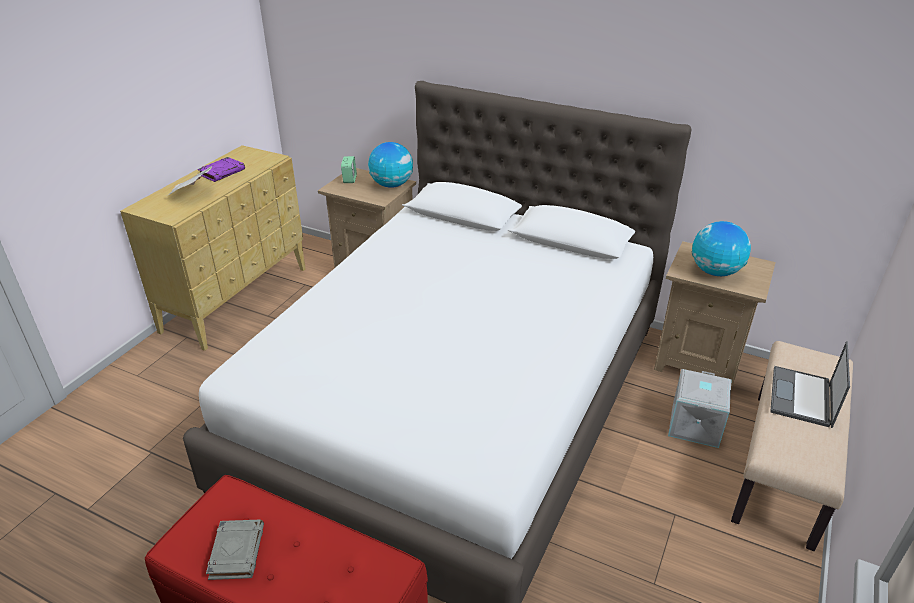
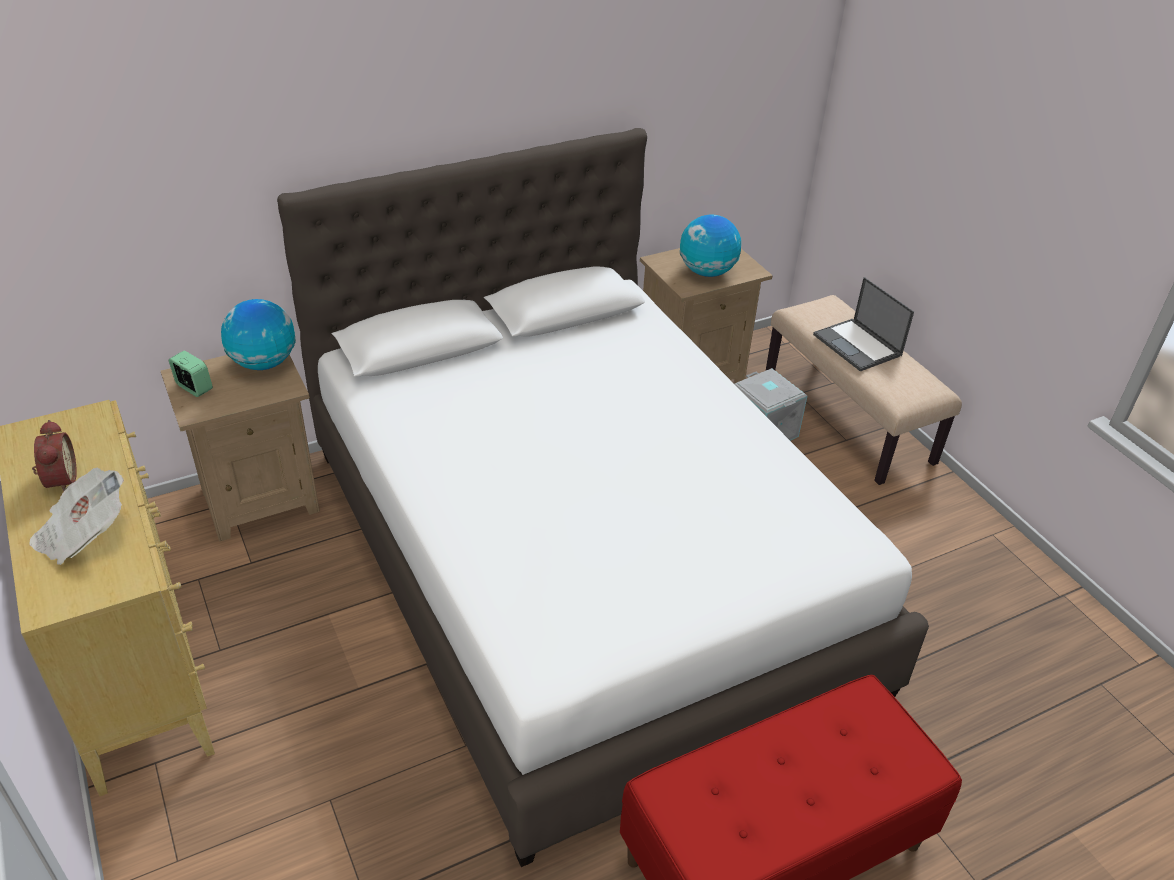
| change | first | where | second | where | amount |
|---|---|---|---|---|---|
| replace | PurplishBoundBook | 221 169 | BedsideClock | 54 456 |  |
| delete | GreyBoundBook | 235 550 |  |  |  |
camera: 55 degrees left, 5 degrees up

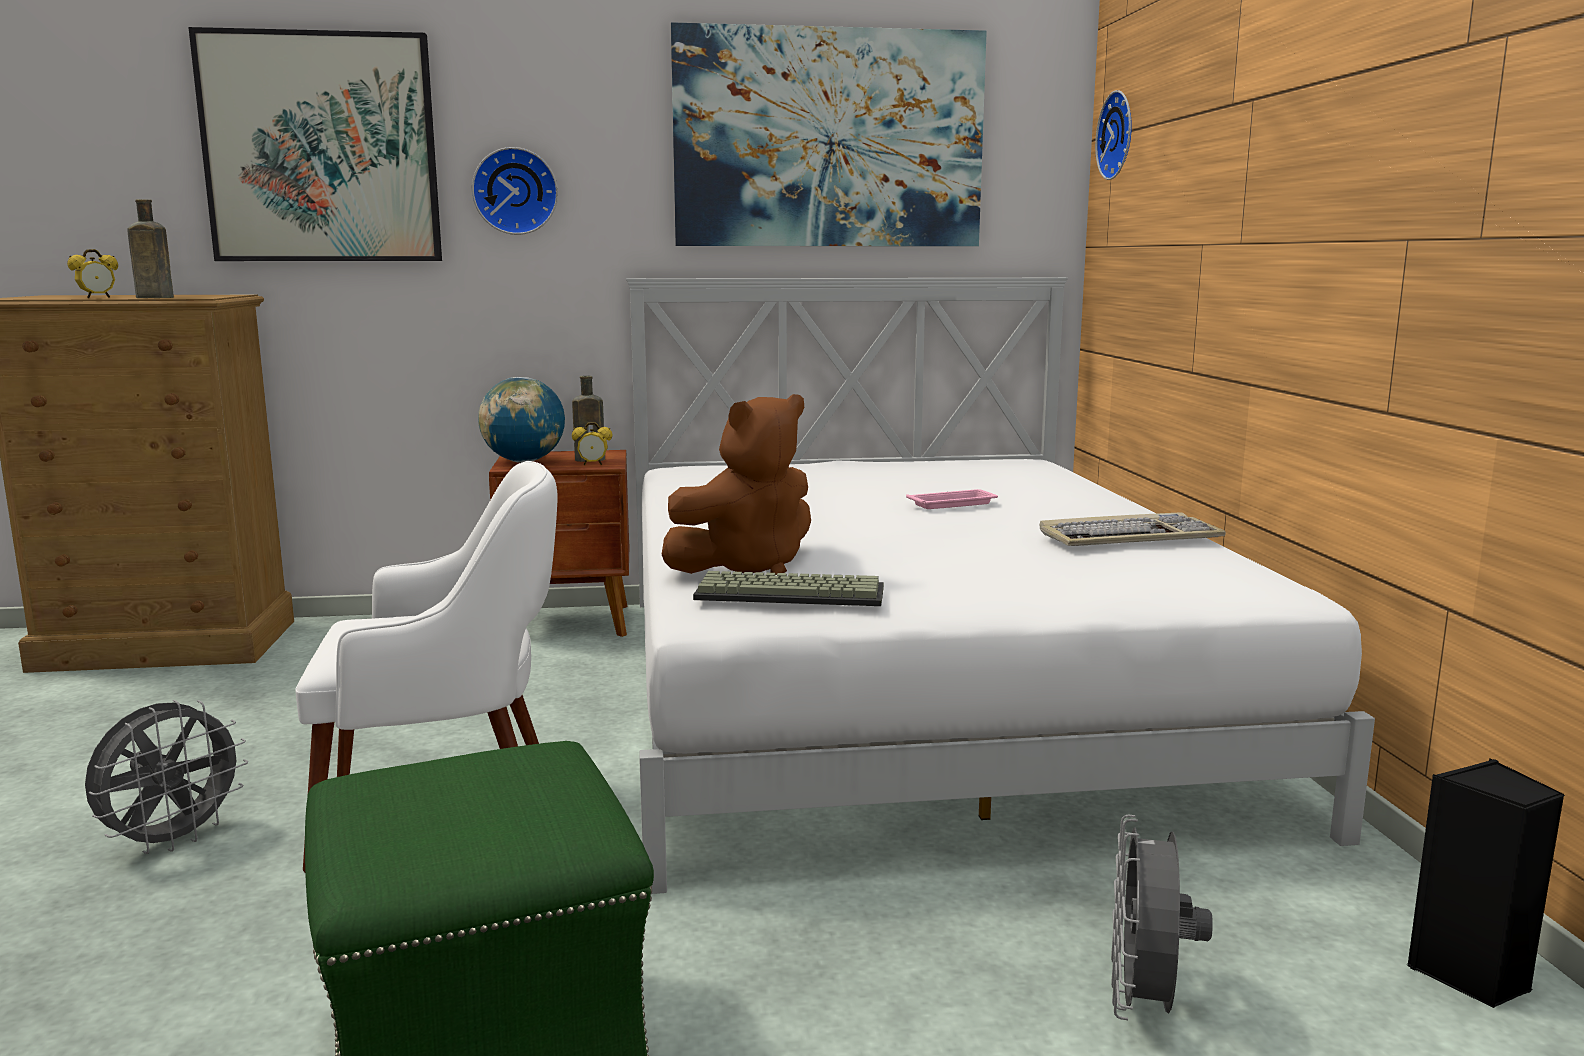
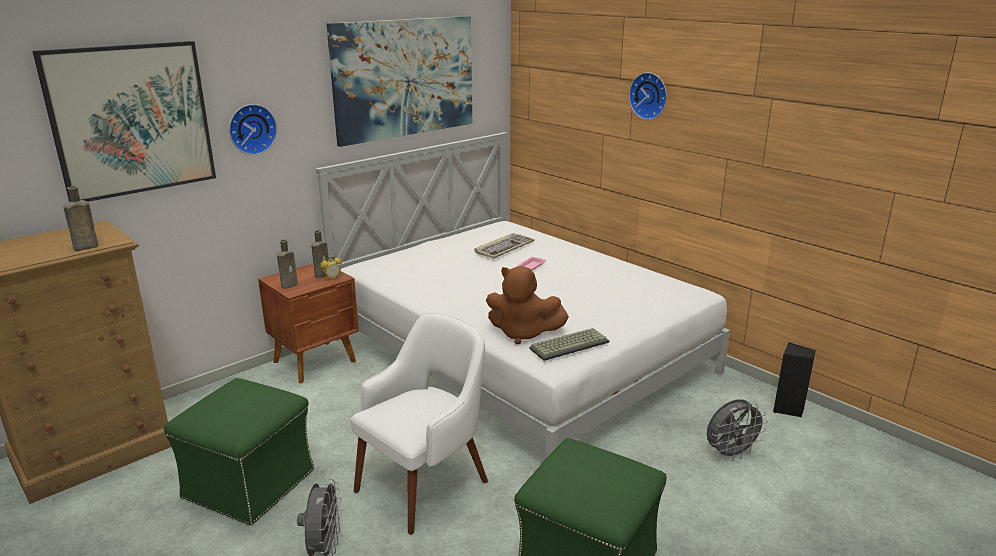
| change | first | where | second | where | amount |
|---|---|---|---|---|---|
| delete | BedsideClock | 92 273 |  |  |  |
| replace | WorldGlobe | 521 420 | BrownColouredBeverageBottle | 287 264 |  |
| rotate | BrownColouredCuddlyToy | 736 484 |  | 527 305 | 90 degrees clockwise |
| move | ComputerKeyboard | 1133 529 |  | 504 246 |  |
| move | ClockOnTheWall | 1113 135 |  | 648 96 |  |
| rotate | GreyFan | 1162 917 |  | 737 430 | 90 degrees counterclockwise |
| insert |  |  | GreenishFootrest | 239 451 |  |
camera: 35 degrees left, 10 degrees up

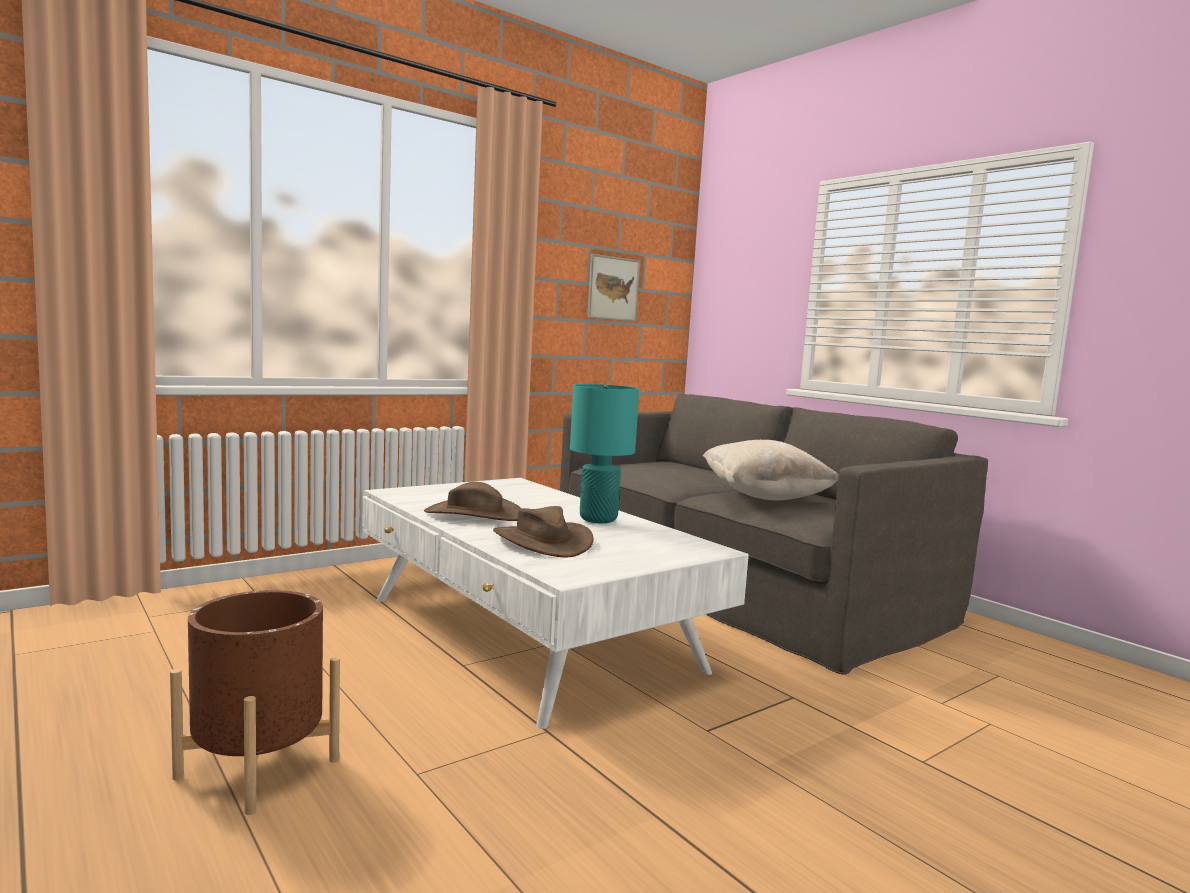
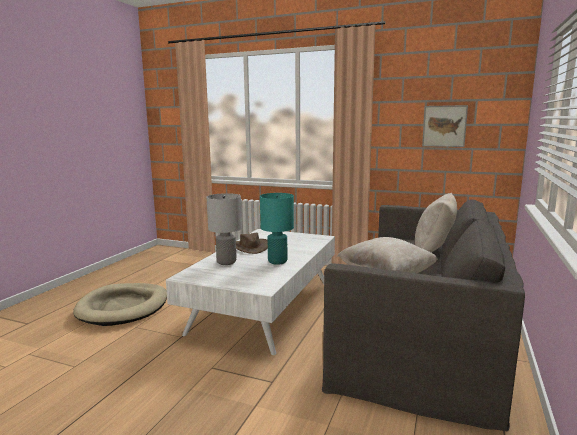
| change | first | where | second | where | amount |
|---|---|---|---|---|---|
| replace | BrownColouredPlantPot | 255 702 | SandColouredPetBed | 120 304 |  |
| replace | BrownColouredWearableHat | 543 531 | GreyLampForATable | 224 229 |  |
| insert |  |  | SandColouredPillow | 436 222 |  |
camera: 60 degrees right, 5 degrees up

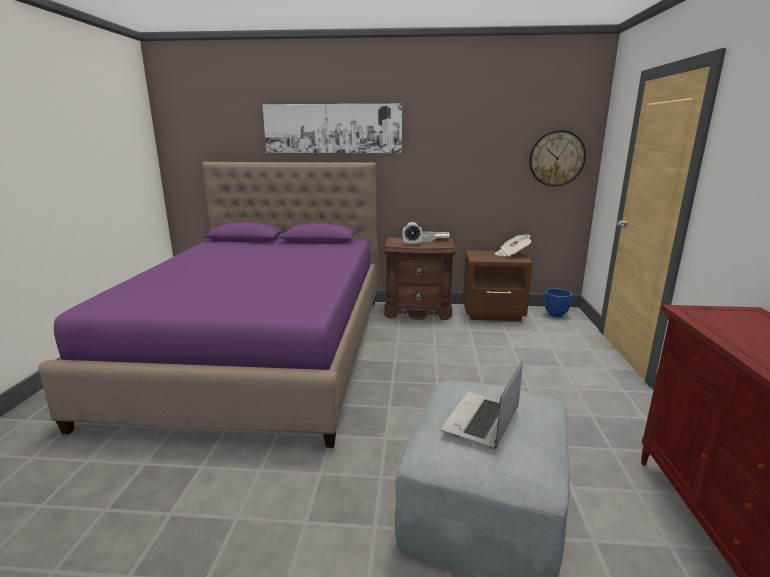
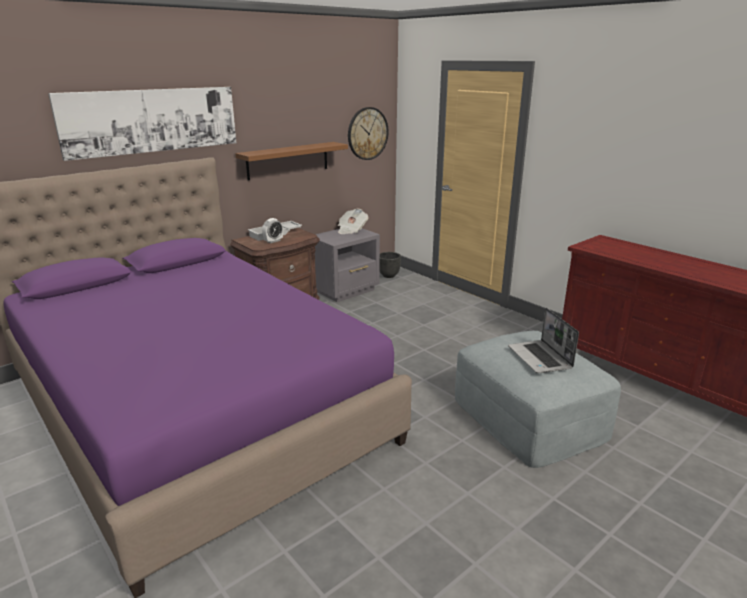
| change | first | where | second | where | amount |
|---|---|---|---|---|---|
| recolor | BrownColouredNightstand | 498 286 | GreyNightstand | 347 265 |  |
| recolor | BluePlantPot | 558 302 | BlackishPlantPot | 390 265 |  |
| insert |  |  | BrownColouredWallShelf | 291 161 |  |
camera: 45 degrees left, 5 degrees up

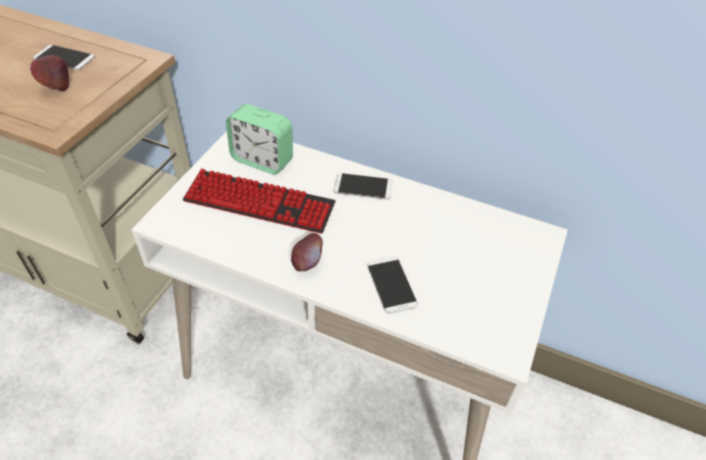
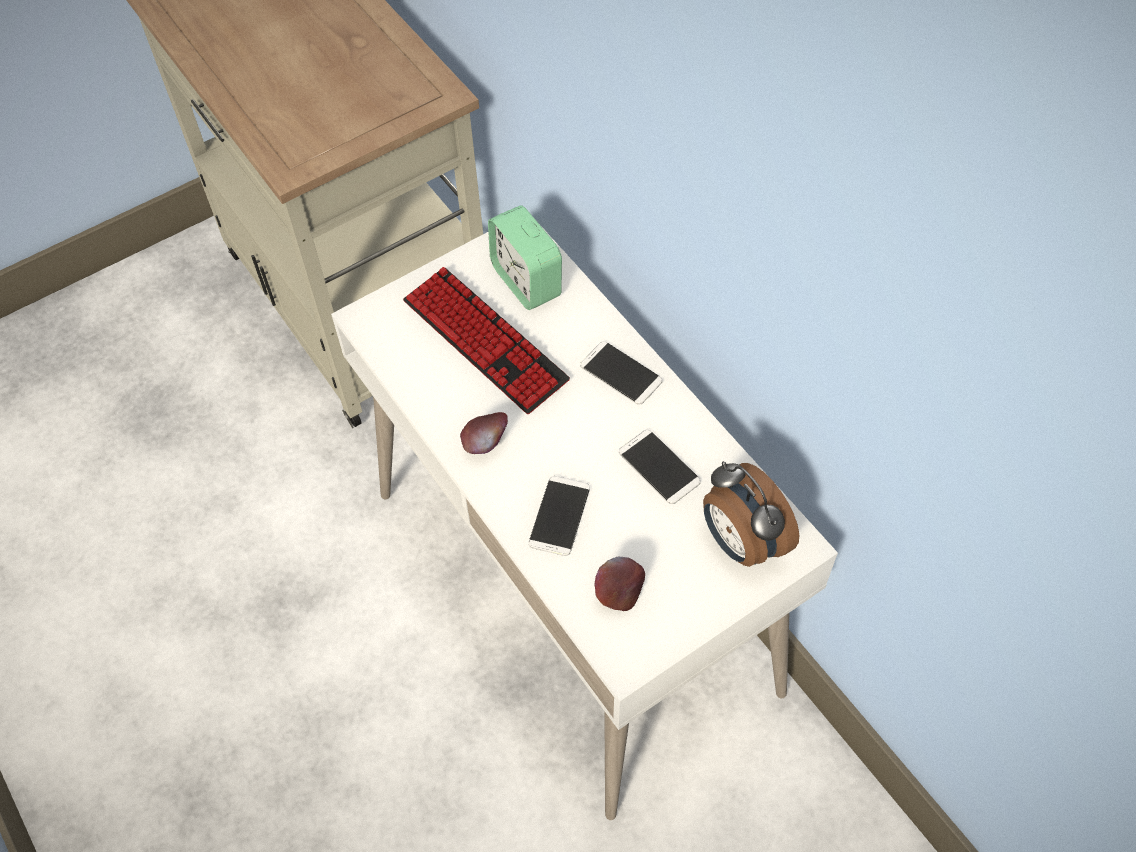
| change | first | where | second | where | amount |
|---|---|---|---|---|---|
| move | WholeApple | 49 73 |  | 620 584 |  |
| move | Handset | 64 57 |  | 660 467 |  |
| insert |  |  | BedsideClock | 751 514 |  |
camera: 35 degrees right, 10 degrees up

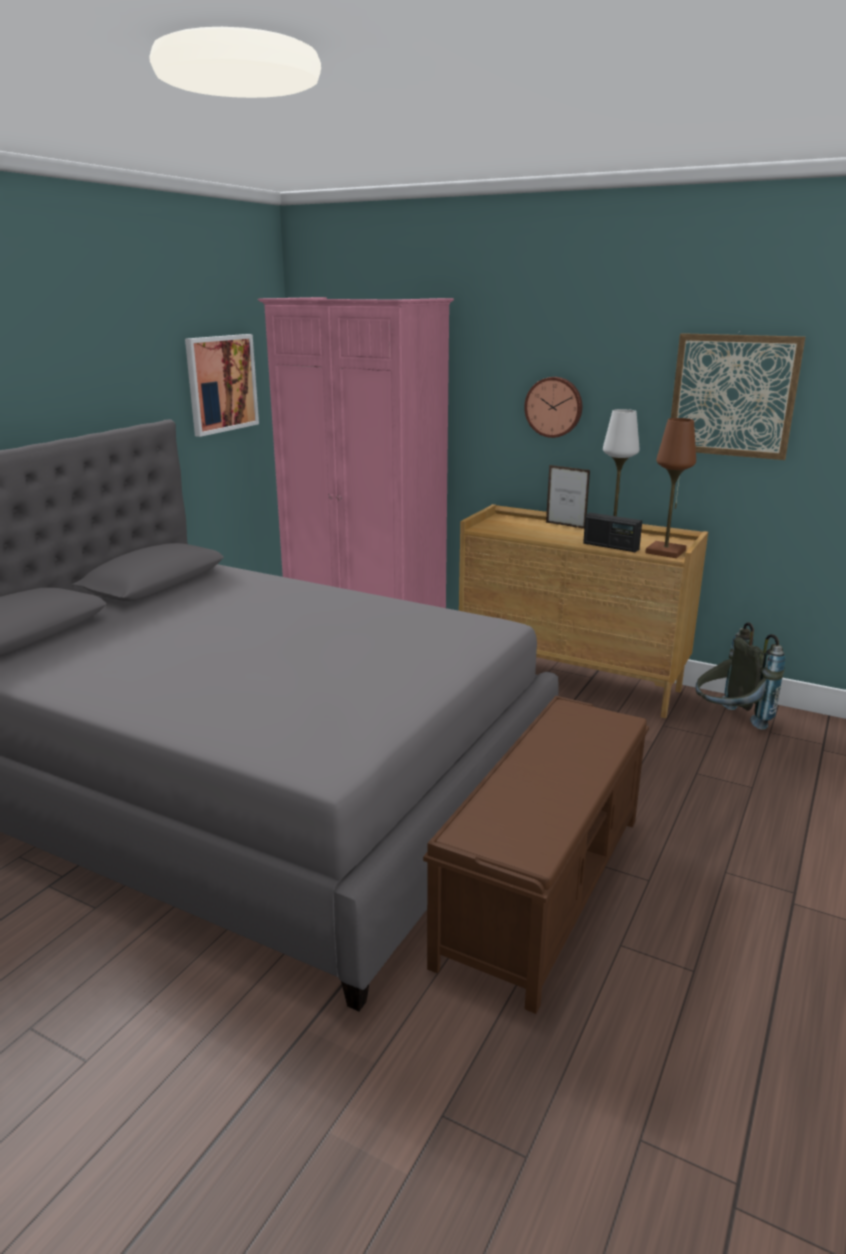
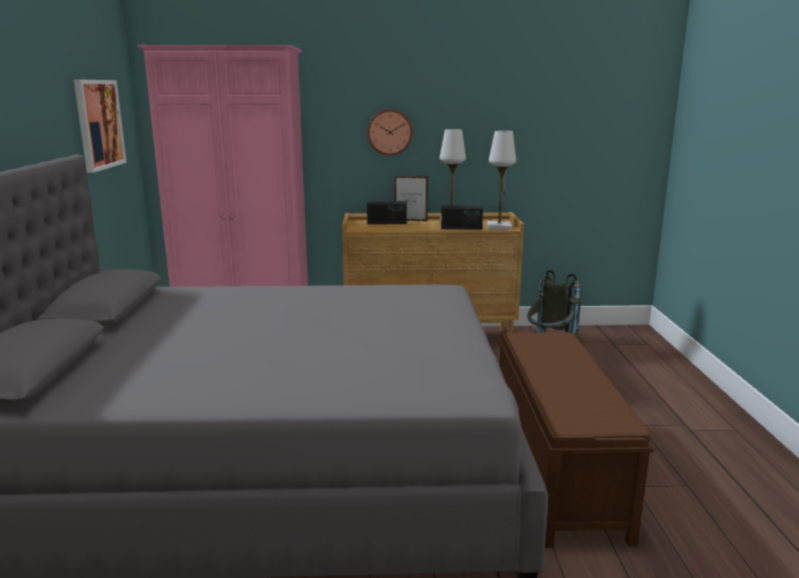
| change | first | where | second | where | amount |
|---|---|---|---|---|---|
| recolor | BrownColouredLampForATable | 670 488 | WhitishLampForATable | 501 180 |  |
| delete | Picture | 738 396 |  |  |  |
| insert |  |  | RadioReceiver | 387 212 |  |
camera: 30 degrees left, 5 degrees down

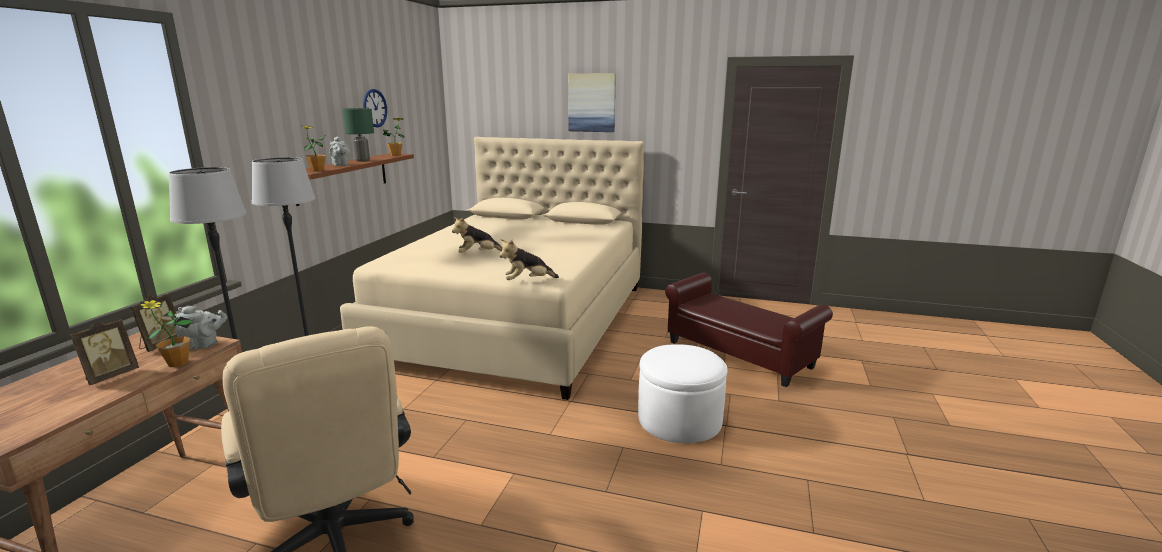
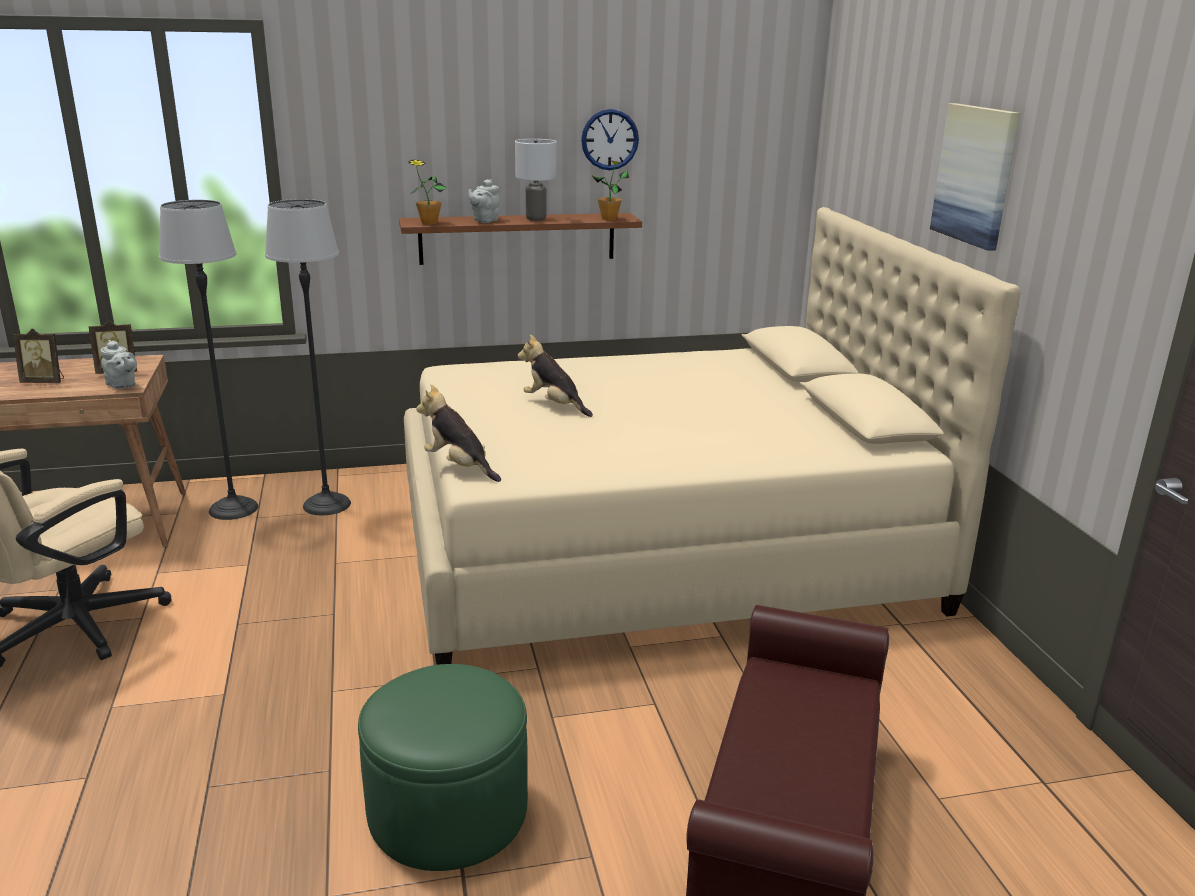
| change | first | where | second | where | amount |
|---|---|---|---|---|---|
| delete | Houseplant | 165 333 |  |  |  |
| recolor | GreenishLampForATable | 358 135 | WhitishLampForATable | 535 180 |  |
| recolor | WhitishFootrest | 683 393 | GreenishFootrest | 443 767 |  |
camera: 60 degrees right, 5 degrees up

